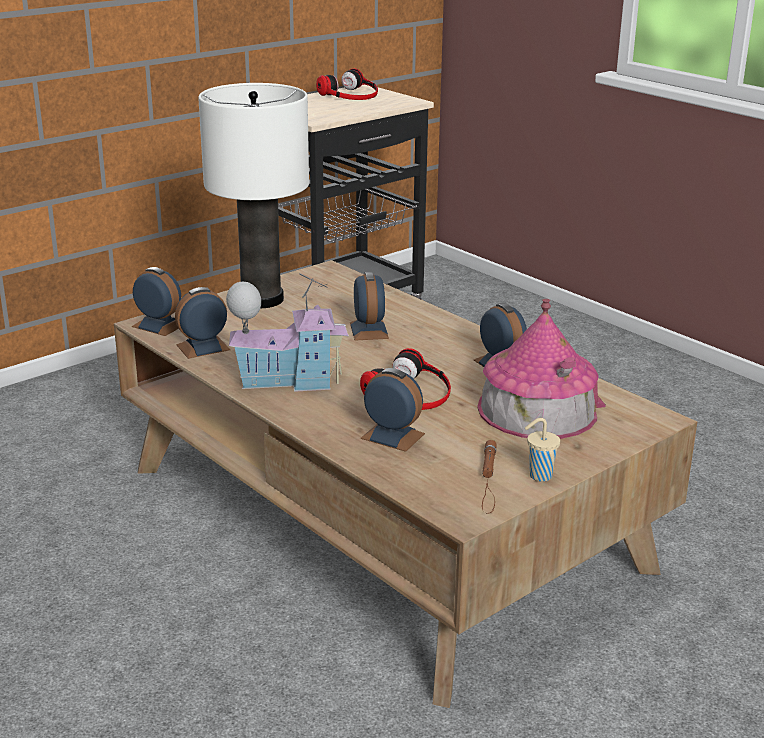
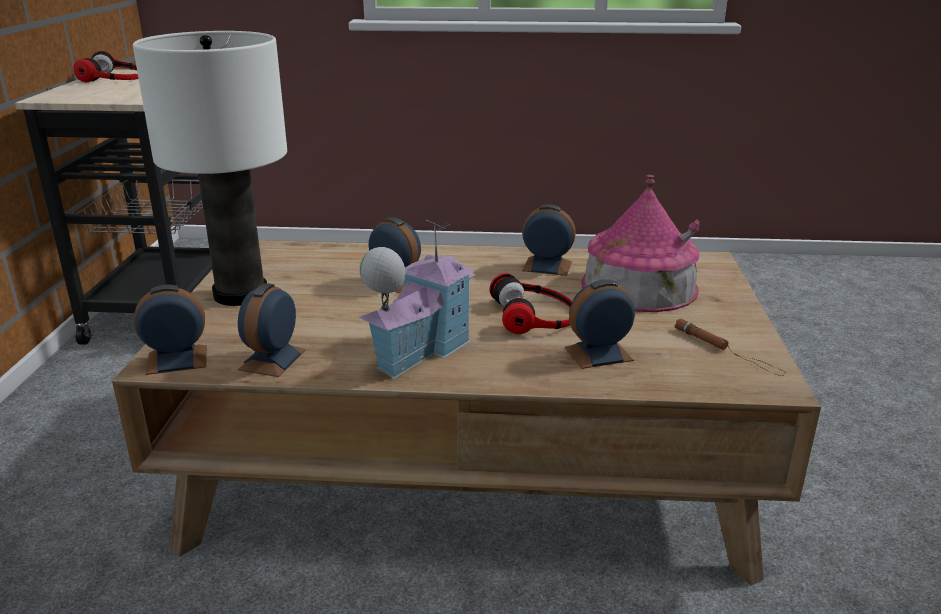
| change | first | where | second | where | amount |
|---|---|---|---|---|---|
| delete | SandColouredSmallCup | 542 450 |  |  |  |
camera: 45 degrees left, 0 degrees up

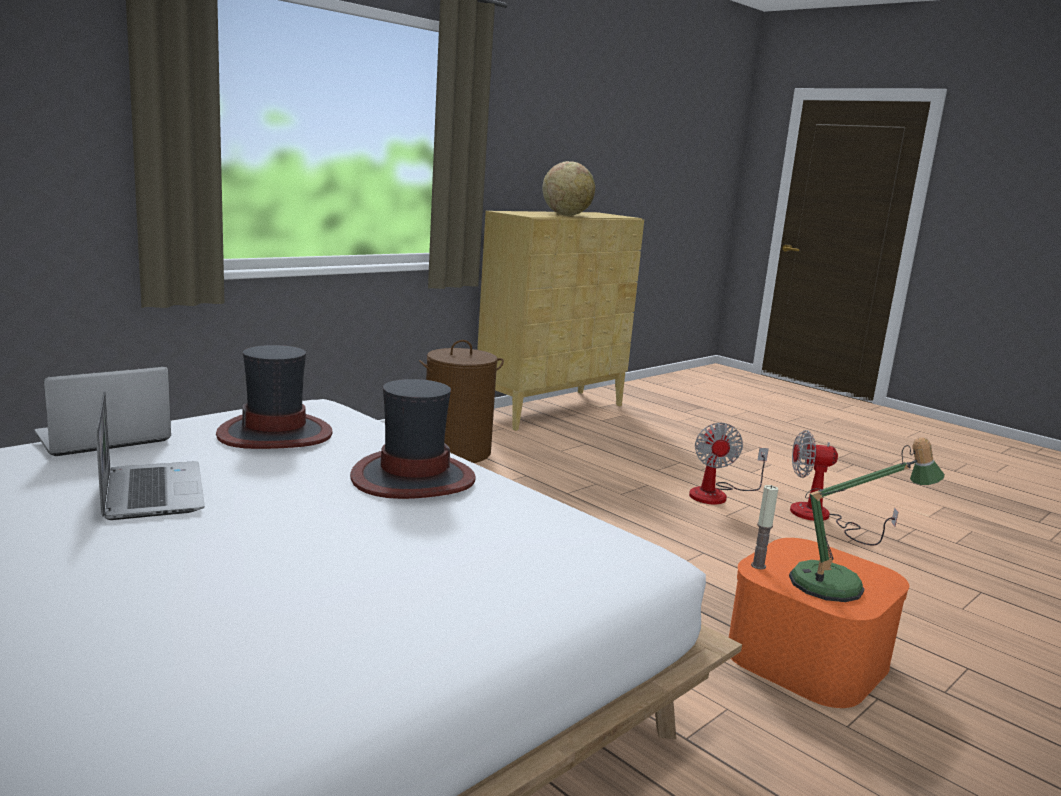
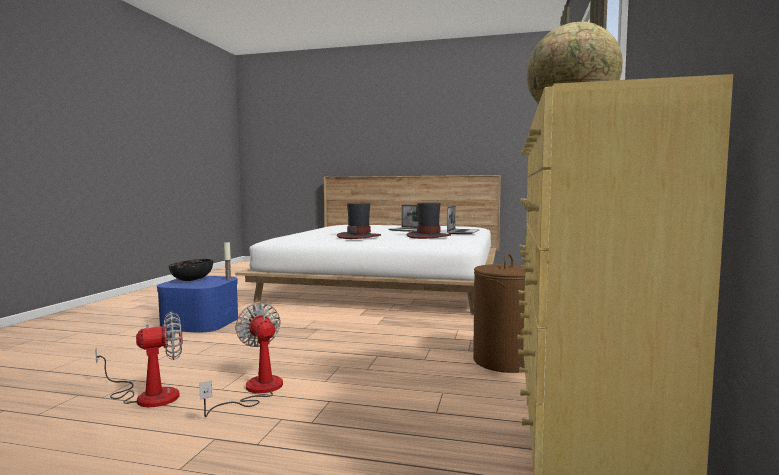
| change | first | where | second | where | amount |
|---|---|---|---|---|---|
| recolor | OrangeyStorageBox | 819 623 | BlueStorageBox | 197 304 |  |
| replace | LampForATable | 867 519 | BlackishBowl | 191 270 |  |
camera: 150 degrees right, 10 degrees down

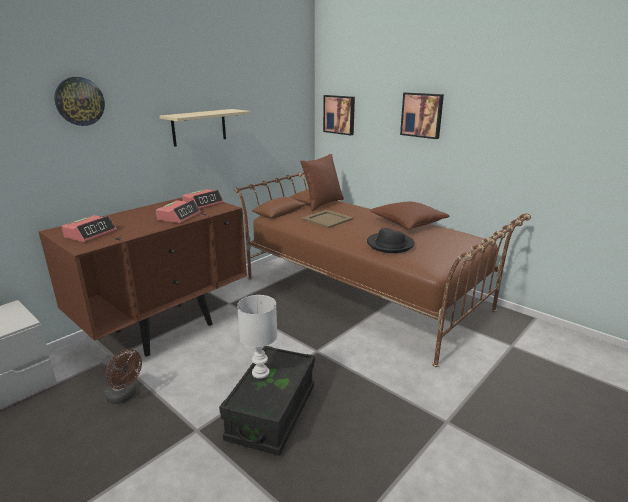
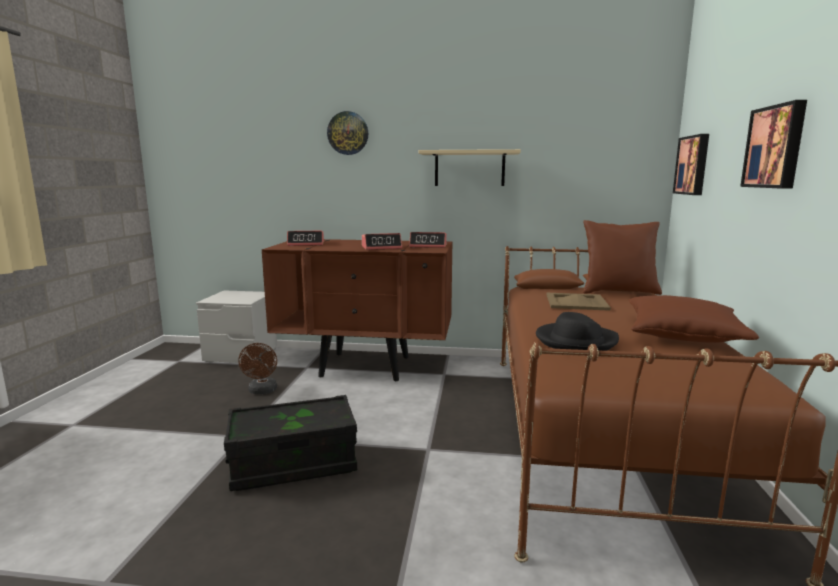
| change | first | where | second | where | amount |
|---|---|---|---|---|---|
| delete | WhitishLampForATable | 257 337 |  |  |  |
camera: 55 degrees right, 10 degrees down

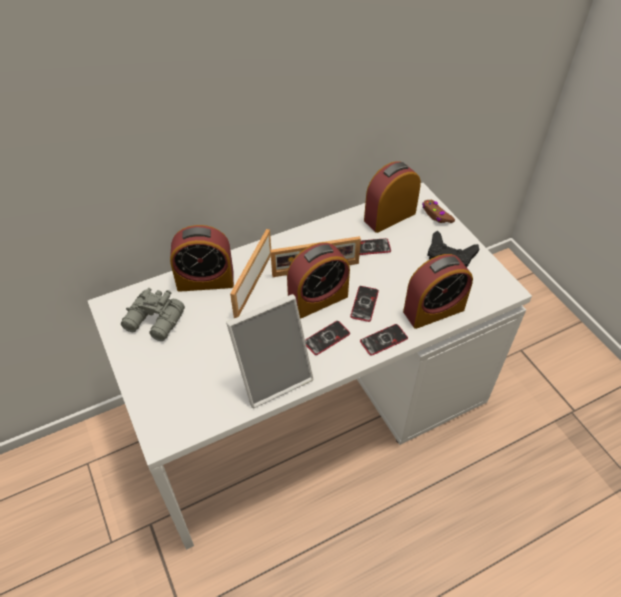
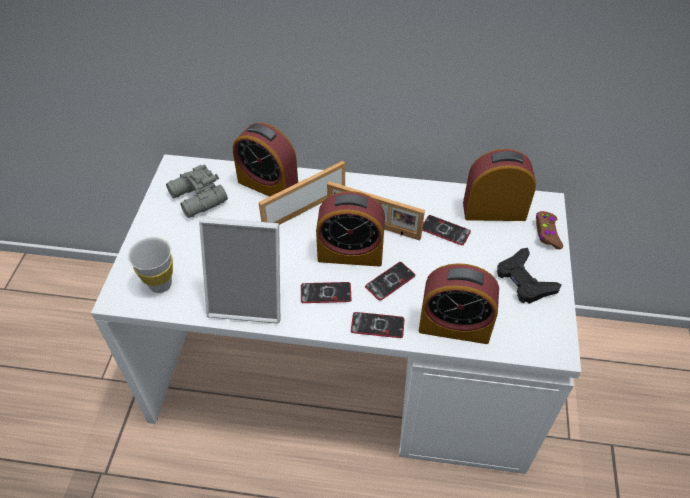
| change | first | where | second | where | amount |
|---|---|---|---|---|---|
| insert |  |  | WhitishSmallCup | 150 265 |  |
camera: 35 degrees right, 0 degrees up

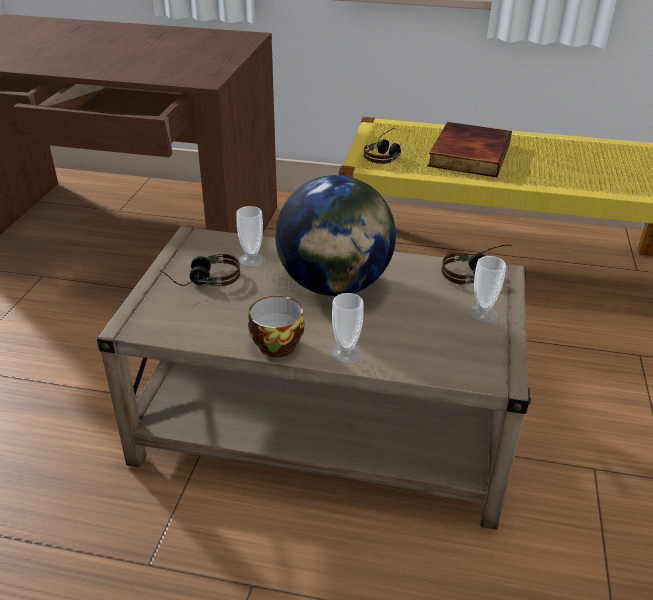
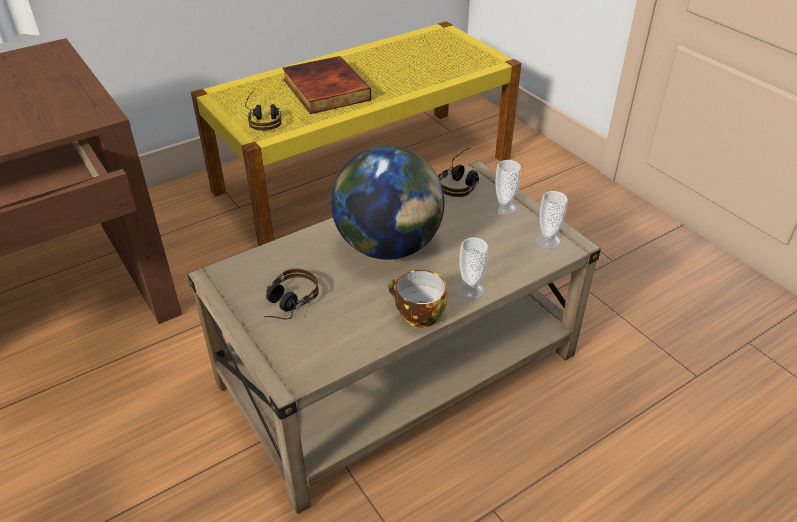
| change | first | where | second | where | amount |
|---|---|---|---|---|---|
| move | SmallCup | 250 236 |  | 551 220 |  |
camera: 45 degrees left, 5 degrees up

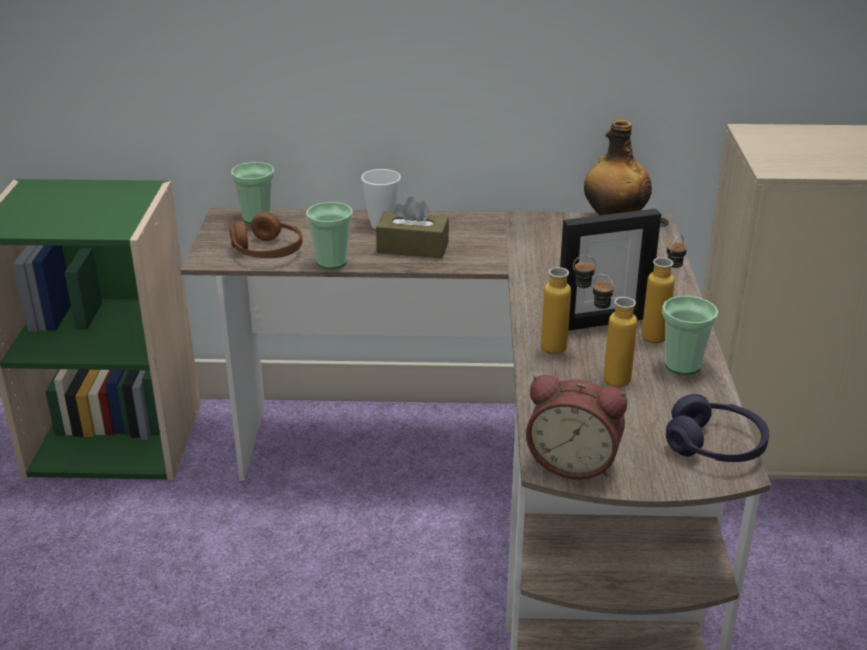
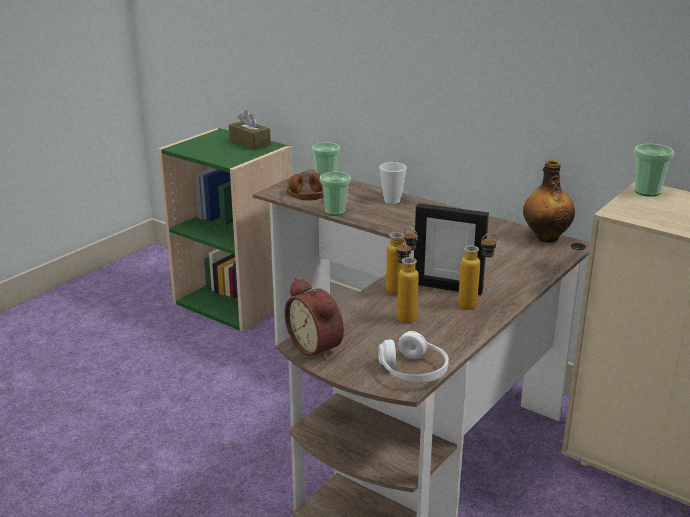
| change | first | where | second | where | amount |
|---|---|---|---|---|---|
| move | BrownColouredTissueHolder | 412 227 |  | 250 130 |  |
| move | SmallCup | 690 335 |  | 654 170 |  |
| recolor | PurplishHeadphones | 717 428 | WhitishHeadphones | 413 356 |  |
camera: 35 degrees right, 5 degrees down

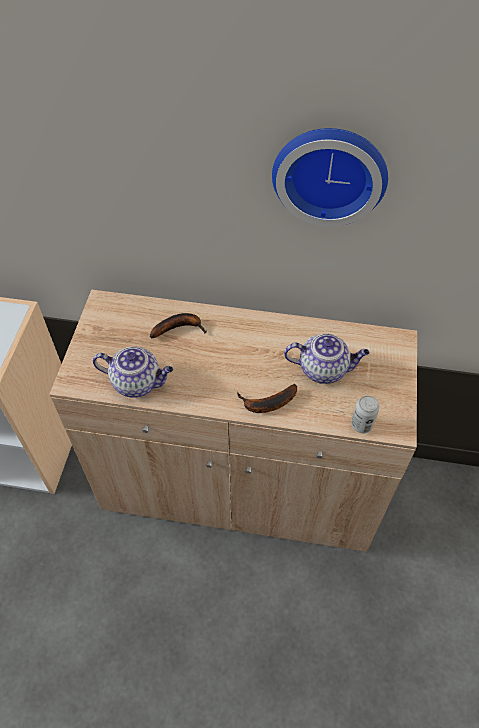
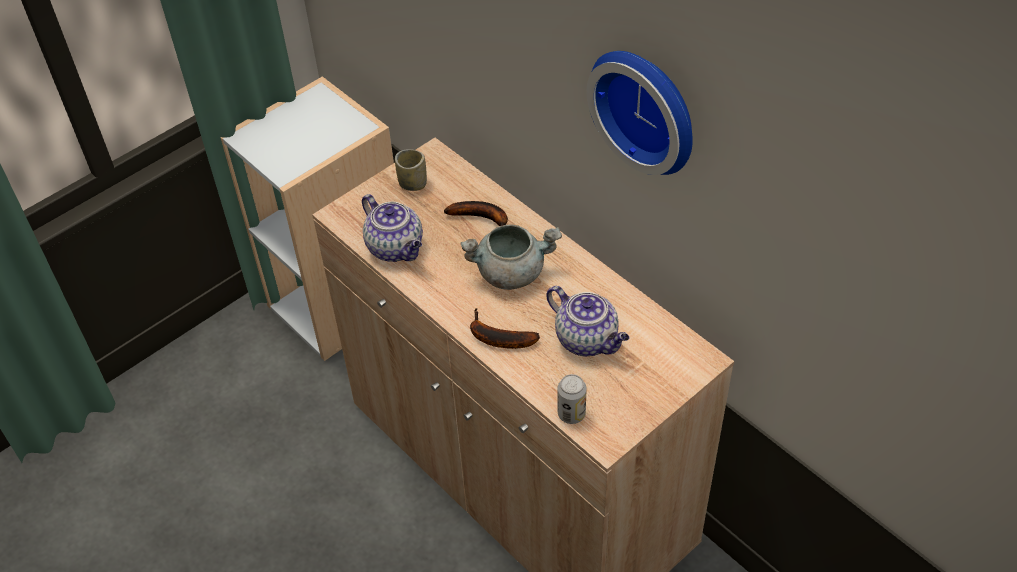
| change | first | where | second | where | amount |
|---|---|---|---|---|---|
| insert |  |  | SmallCup | 411 170 |  |
| insert |  |  | GreyCookingPot | 511 257 |  |
camera: 40 degrees right, 5 degrees down

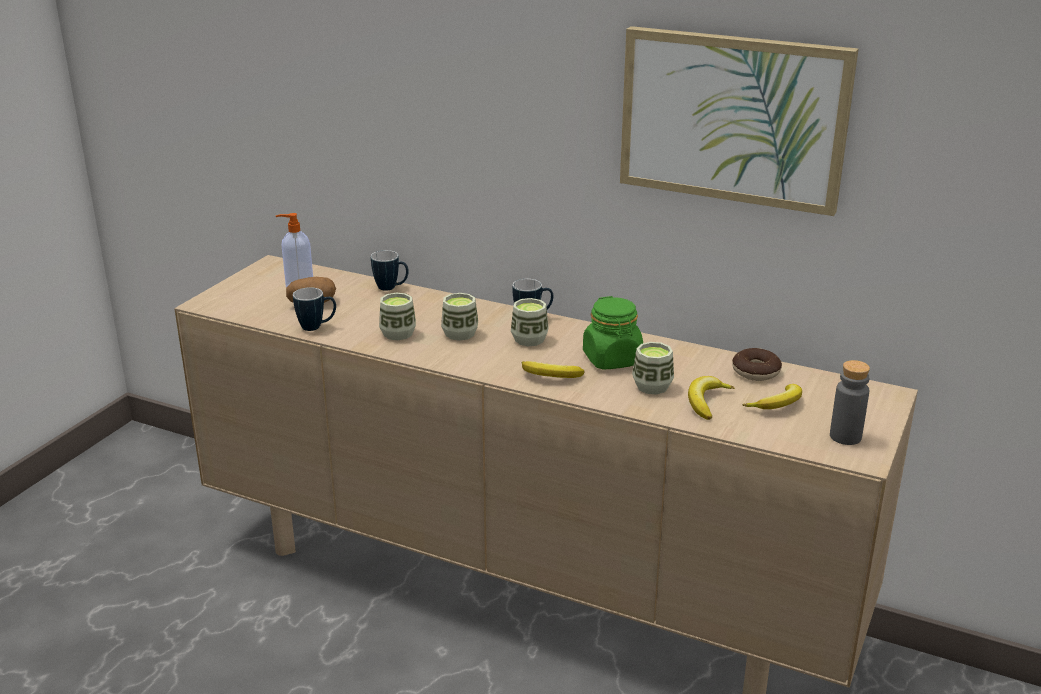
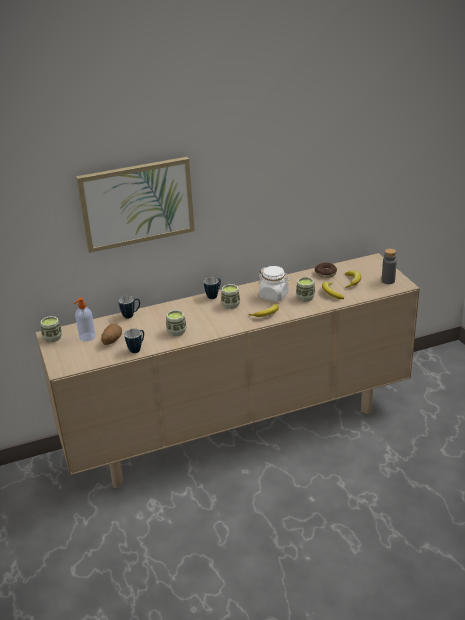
| change | first | where | second | where | amount |
|---|---|---|---|---|---|
| move | SmallCup | 459 317 |  | 51 329 |  |
| recolor | GreenishPreserveJar | 613 333 | WhitishPreserveJar | 274 284 |  |
| move | Picture | 739 121 |  | 135 205 |  |
camera: 45 degrees left, 5 degrees up

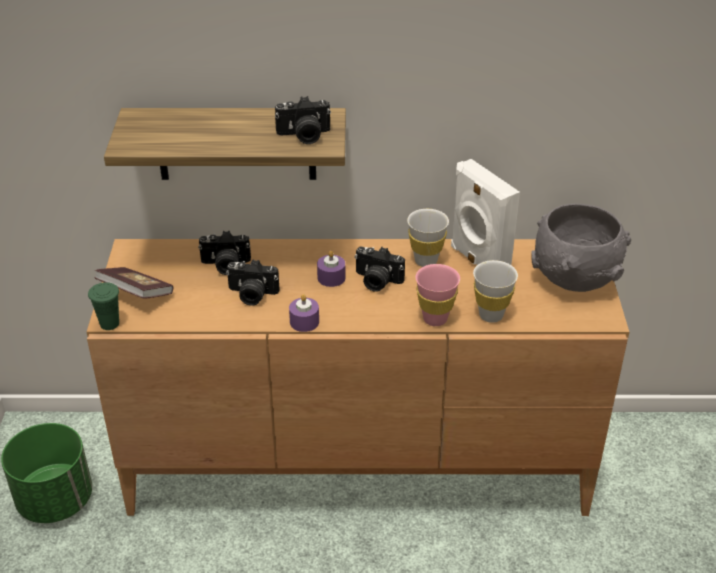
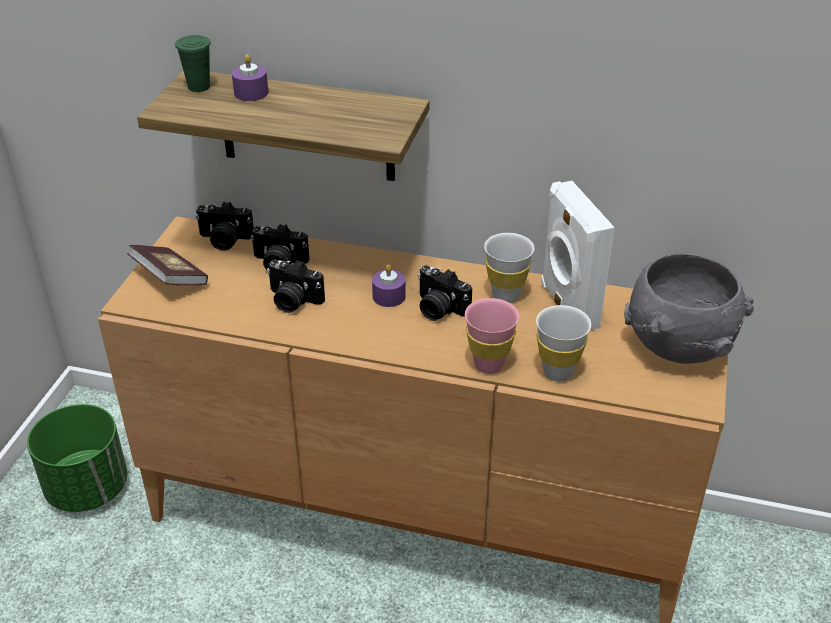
| change | first | where | second | where | amount |
|---|---|---|---|---|---|
| move | GreenishSmallCup | 103 306 |  | 193 63 |  |
| move | StillCamera | 303 120 |  | 224 226 |  |
| move | PurplishCandle | 304 313 |  | 250 78 |  |
camera: 15 degrees right, 0 degrees up

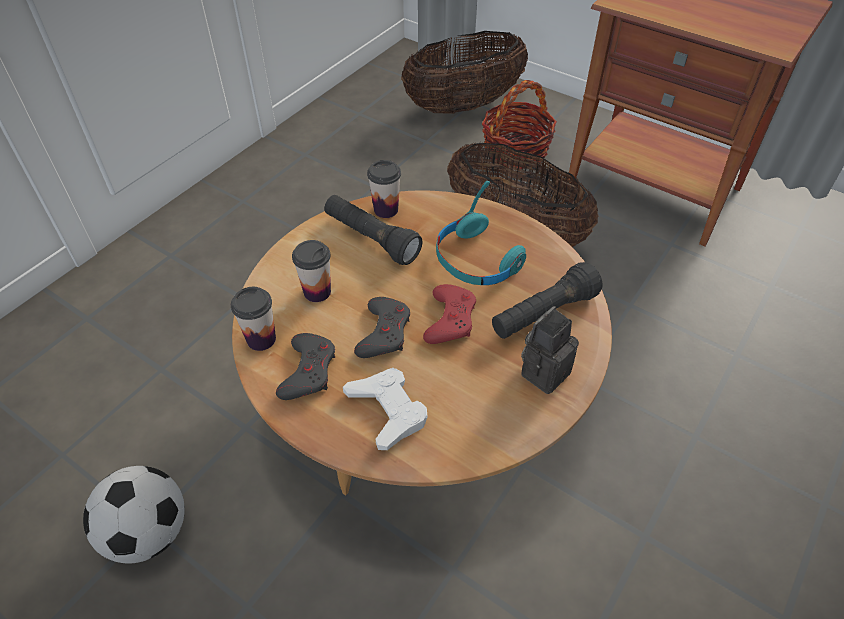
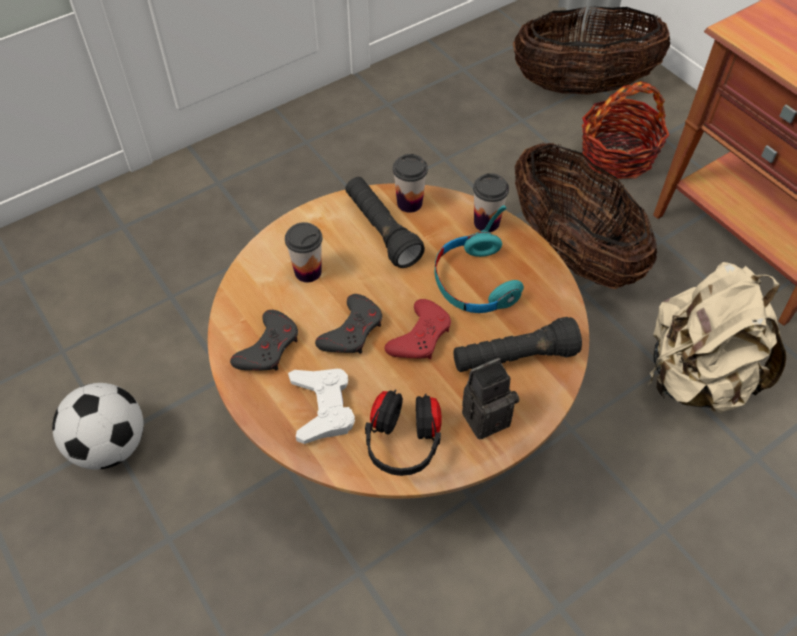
| change | first | where | second | where | amount |
|---|---|---|---|---|---|
| move | SmallCup | 253 319 |  | 491 202 |  |
| insert |  |  | BlackishHeadphones | 403 432 |  |
| insert |  |  | SandColouredRucksack | 717 338 |  |
camera: 20 degrees right, 5 degrees up

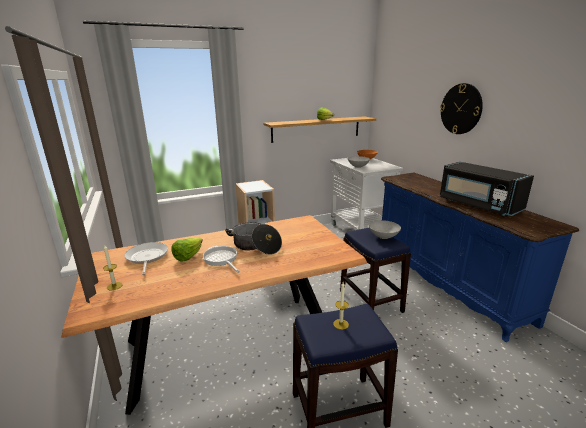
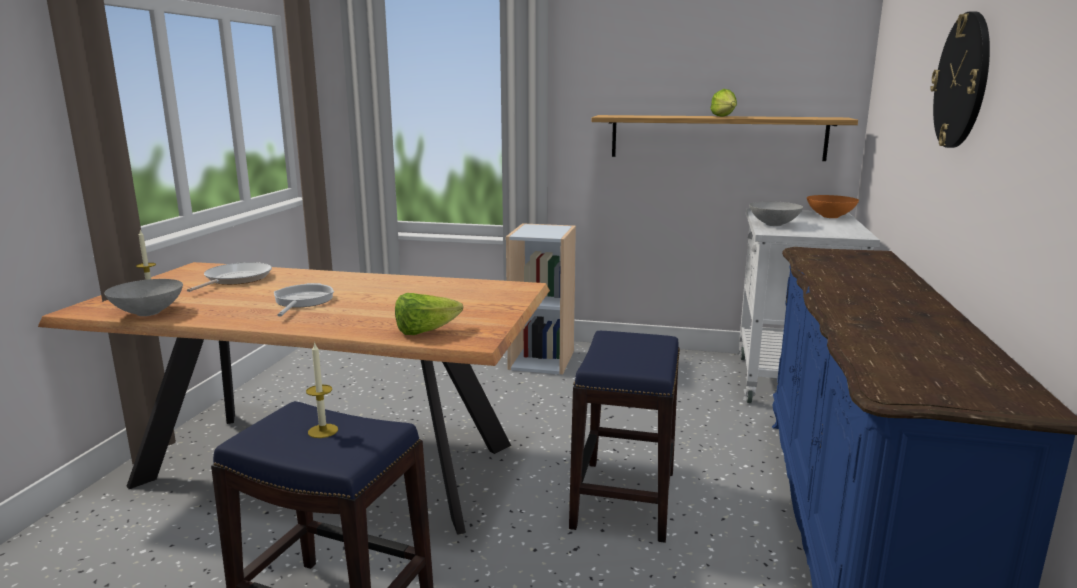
| change | first | where | second | where | amount |
|---|---|---|---|---|---|
| move | LettuceHead | 187 249 |  | 429 314 |  |
| delete | CookingPot | 253 238 |  |  |  |
| move | GreyBowl | 385 229 |  | 143 297 |  |
| delete | BlackishMicrowaveOven | 487 189 |  |  |  |
camera: 35 degrees right, 5 degrees down

